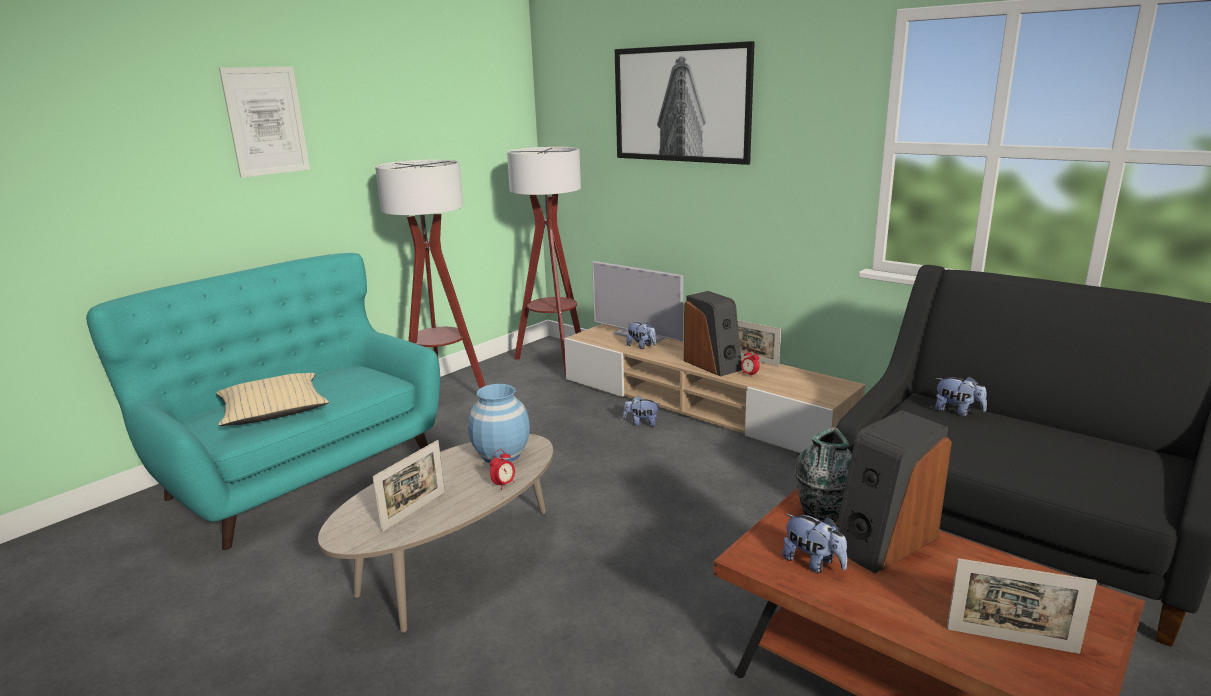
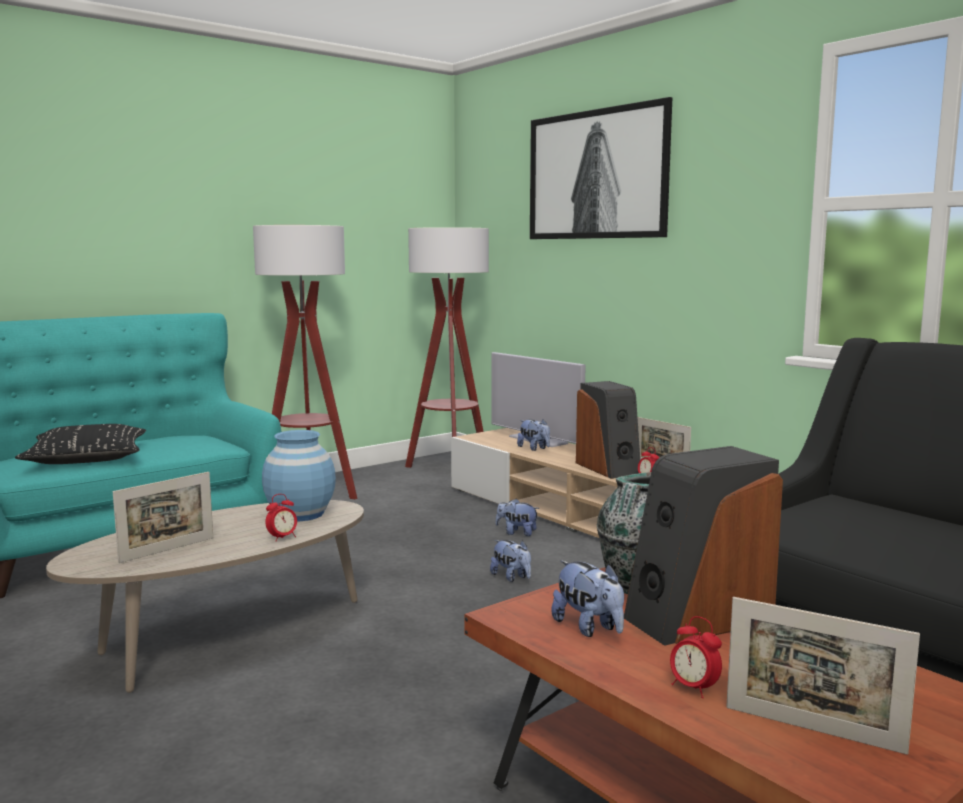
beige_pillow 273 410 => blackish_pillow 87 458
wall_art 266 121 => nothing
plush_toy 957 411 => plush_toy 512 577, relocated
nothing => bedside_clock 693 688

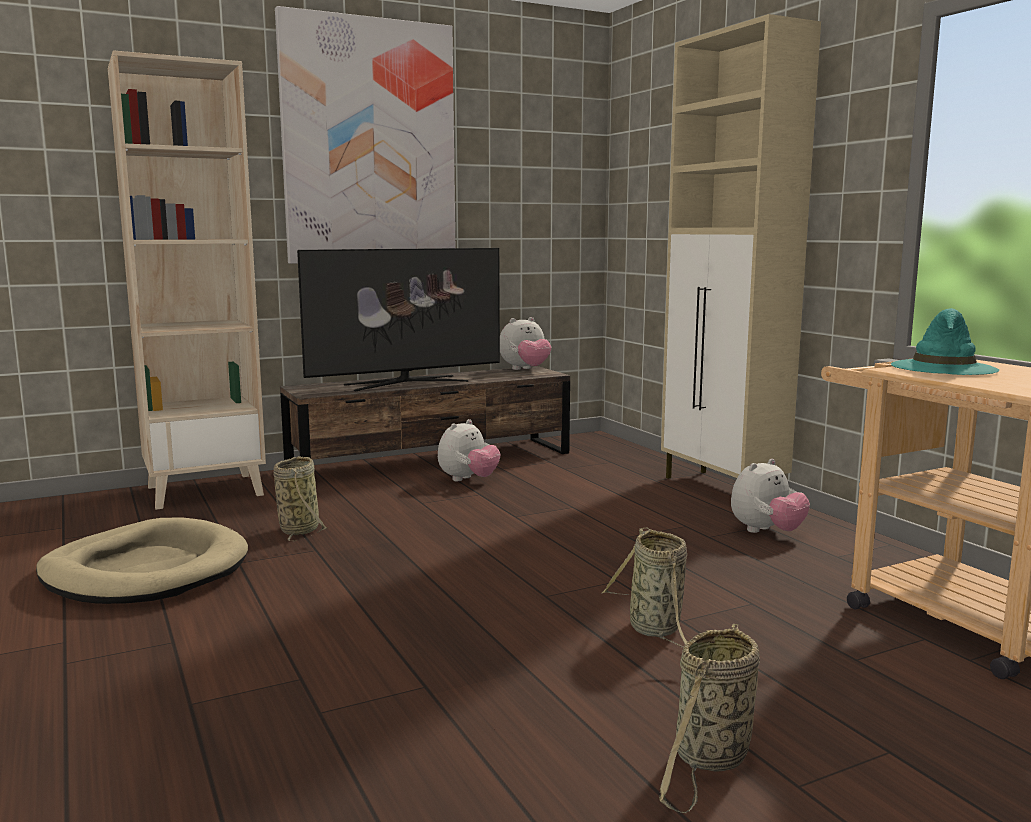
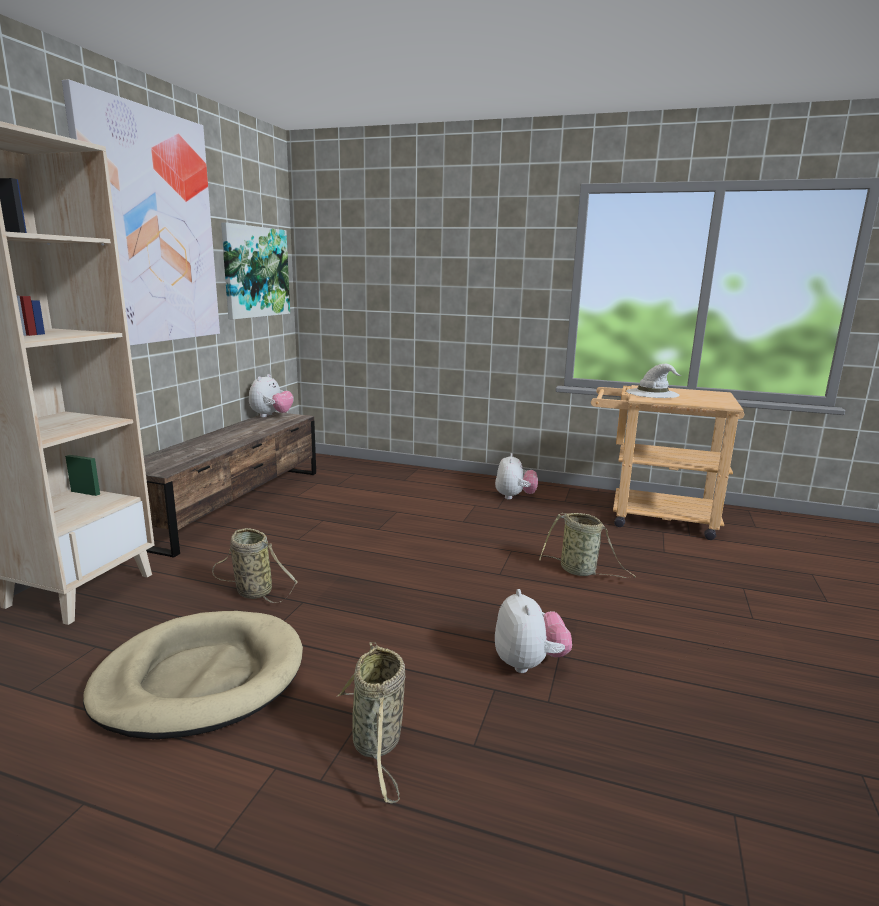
TV_set 405 383 => nothing
plush_toy 468 480 => plush_toy 529 663, relocated
storage_basket 710 760 => storage_basket 377 744, relocated
beige_storage_cabinet 722 489 => nothing
blue-green_wearable_hat 944 367 => white-coloured_wearable_hat 653 393
nothing => wall_art 256 272

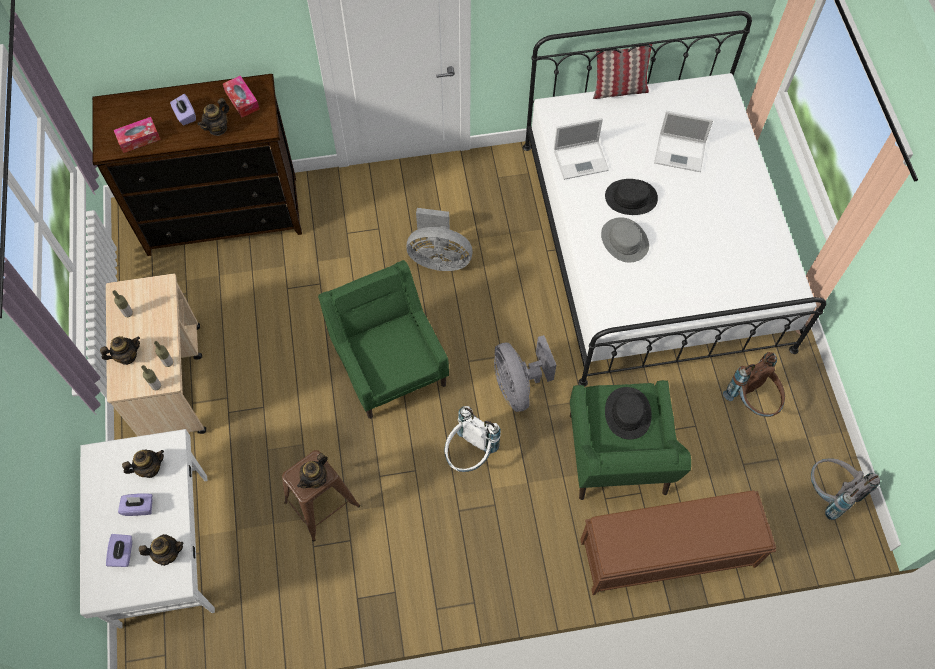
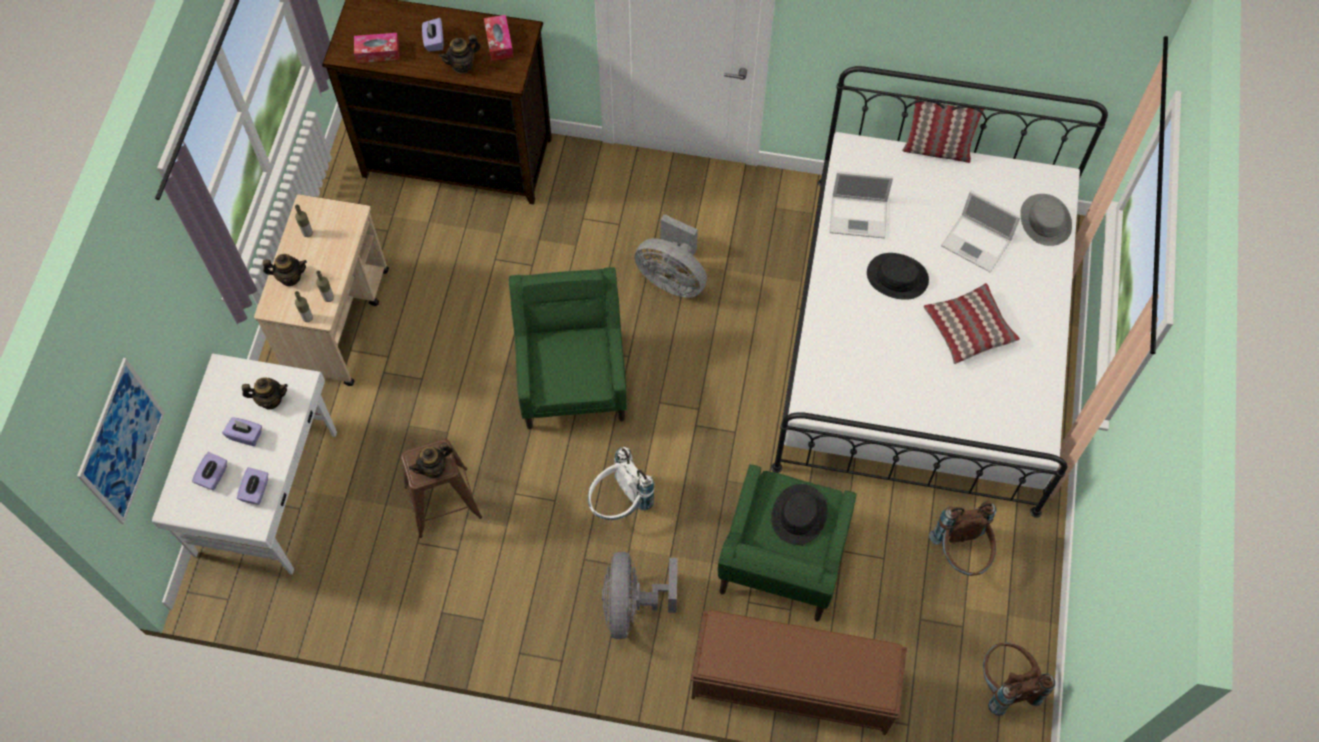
tea_pot 167 553 => purple-coloured_box_of_tissues 256 491
grey_cooling_fan 518 386 => grey_cooling_fan 632 605, relocated
grey_wearable_hat 624 240 => grey_wearable_hat 1045 220, relocated
grey_backpack 828 493 => brown-coloured_backpack 1004 685
nothing => wall_art 122 442
nothing => pillow 968 328

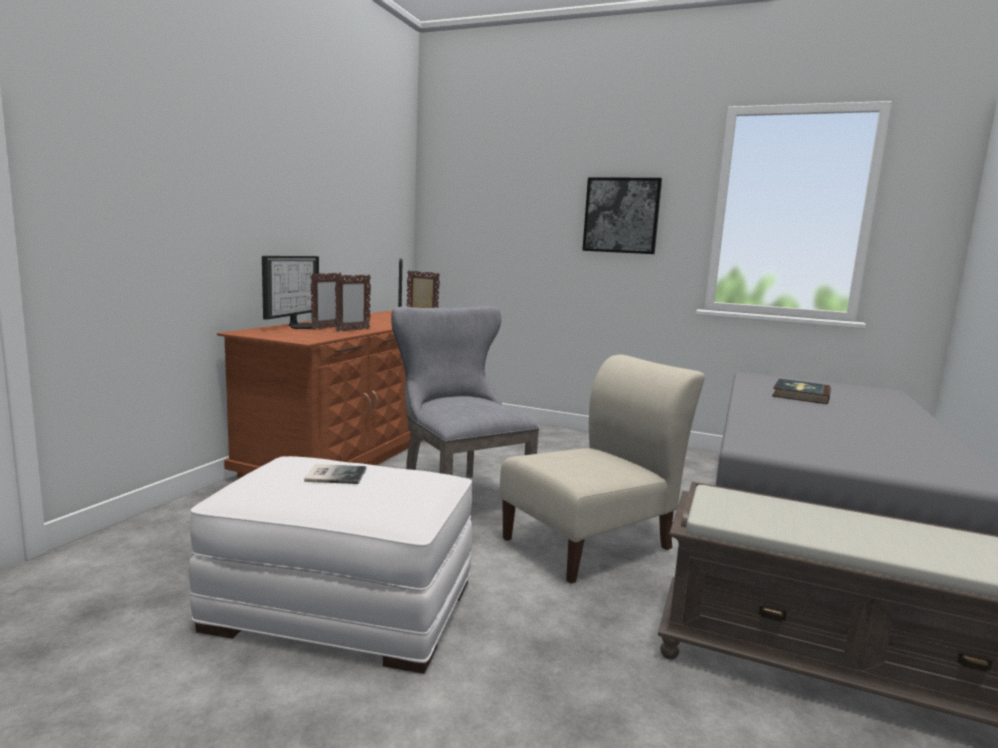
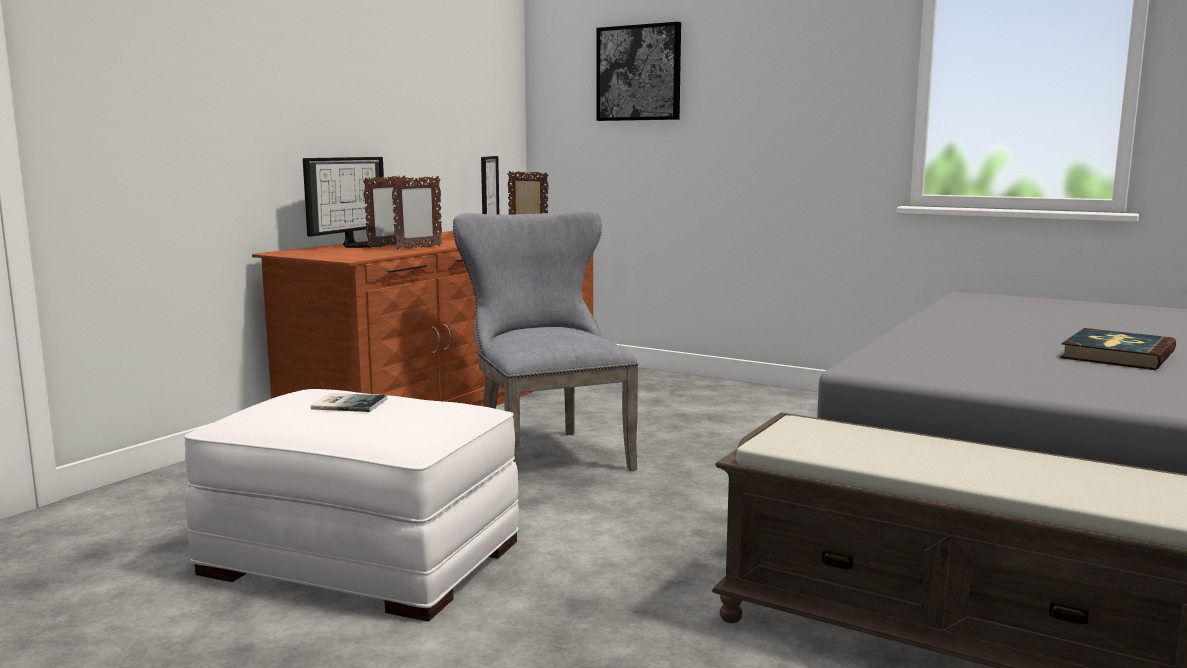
beige_chair 592 542 => nothing
wall_art 621 215 => wall_art 639 73, relocated
volume 800 395 => volume 1116 355, relocated

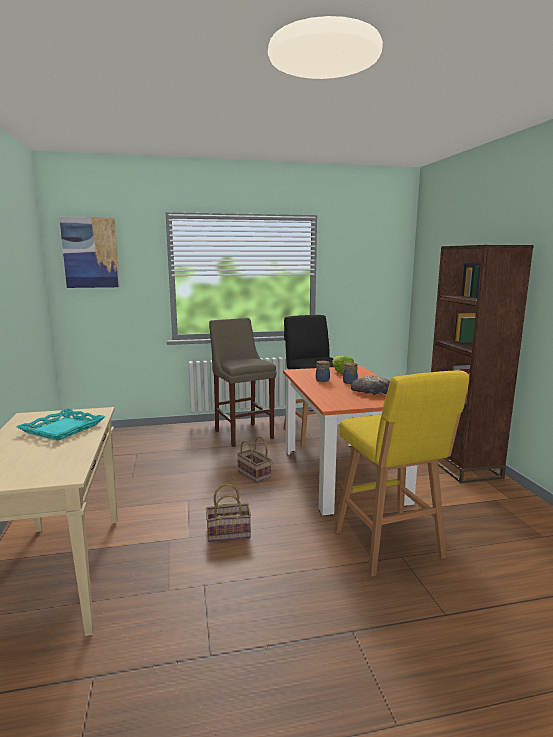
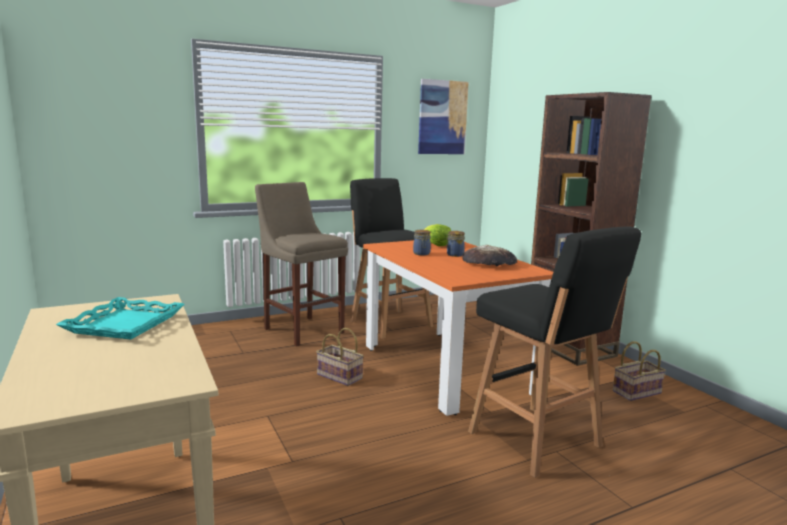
wall_art 90 253 => wall_art 442 117, relocated
storage_basket 229 533 => storage_basket 636 391, relocated
yellowish_stool_seat 389 546 => blackish_stool_seat 537 441

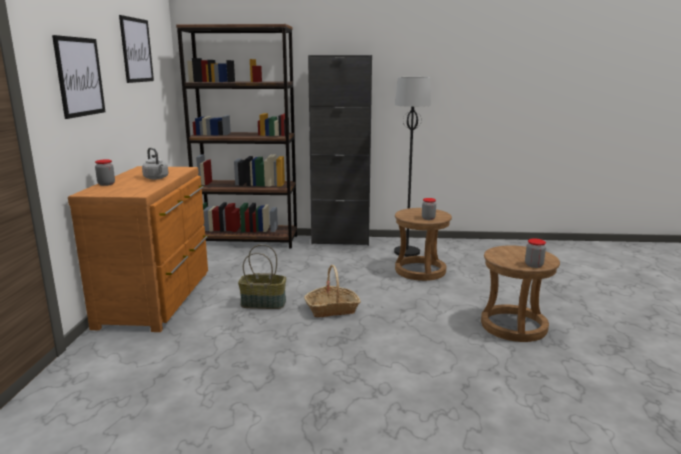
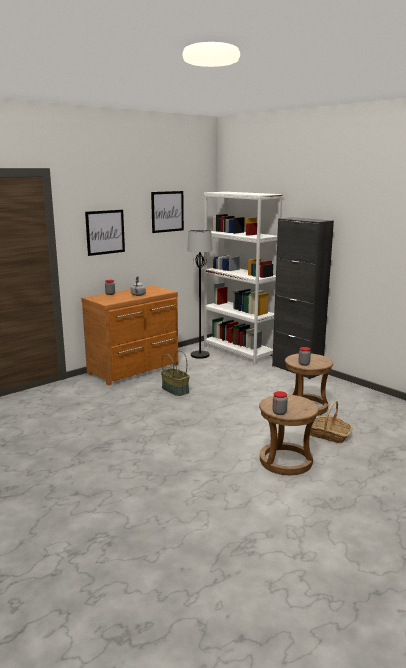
brown-coloured_shelving_unit 248 241 => white-coloured_shelving_unit 238 352
storage_basket 332 309 => storage_basket 329 435, relocated
blackish_standing_lamp 407 252 => blackish_standing_lamp 200 355, relocated

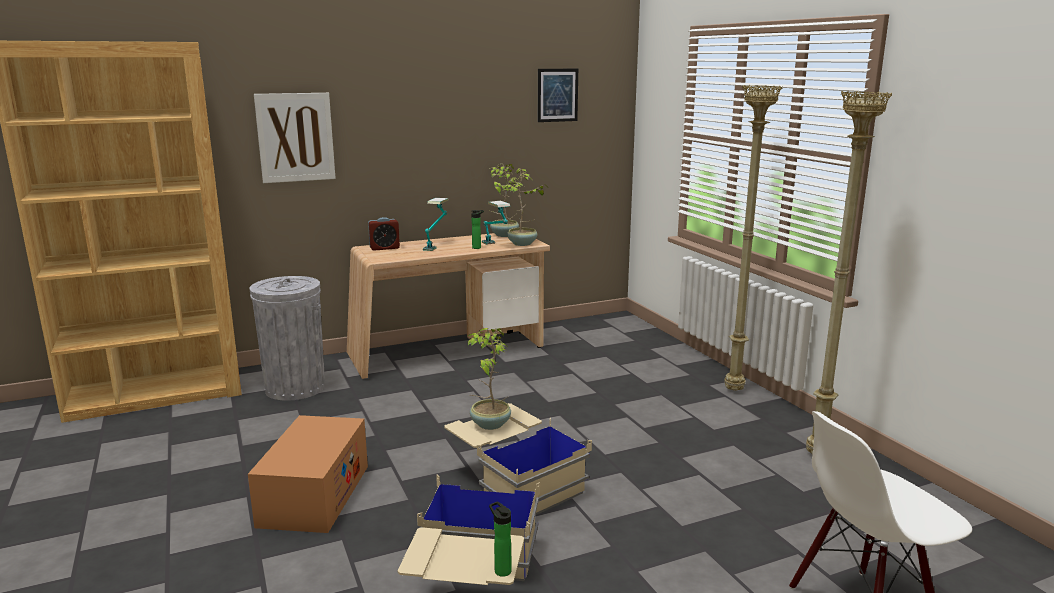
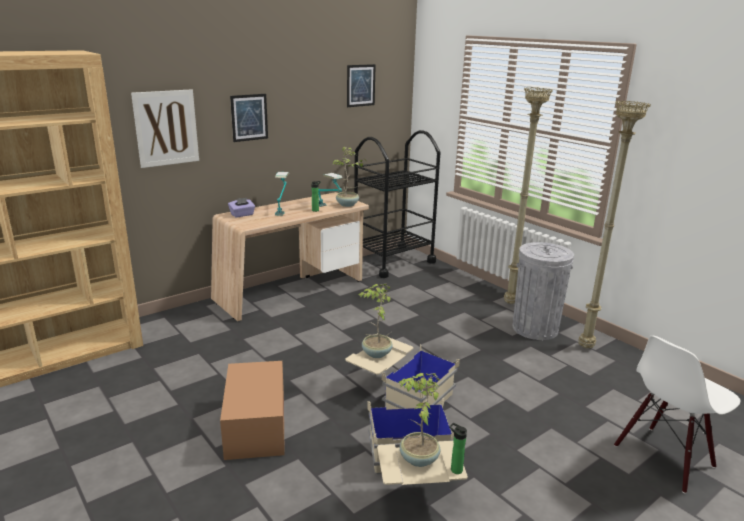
grey_rubbish_bin 295 388 => grey_rubbish_bin 535 328, relocated
bedside_clock 384 248 => purple-coloured_box_of_tissues 242 215
potted_plant 503 235 => potted_plant 418 459, relocated
nothing => wall_art 249 117
nothing => blackish_trolley 393 261

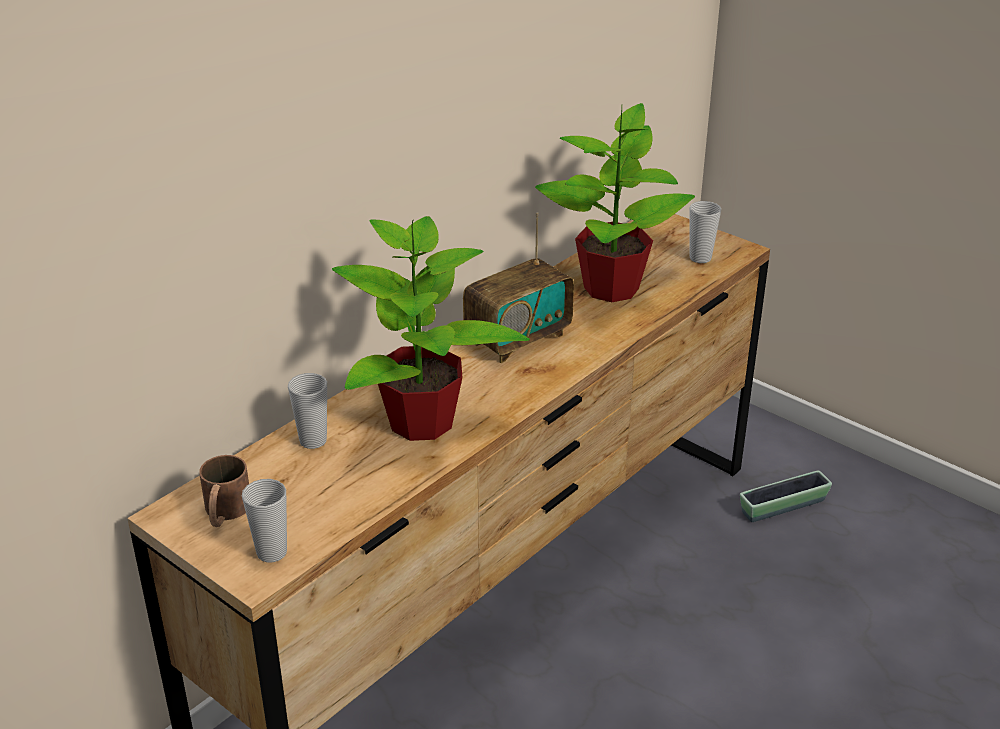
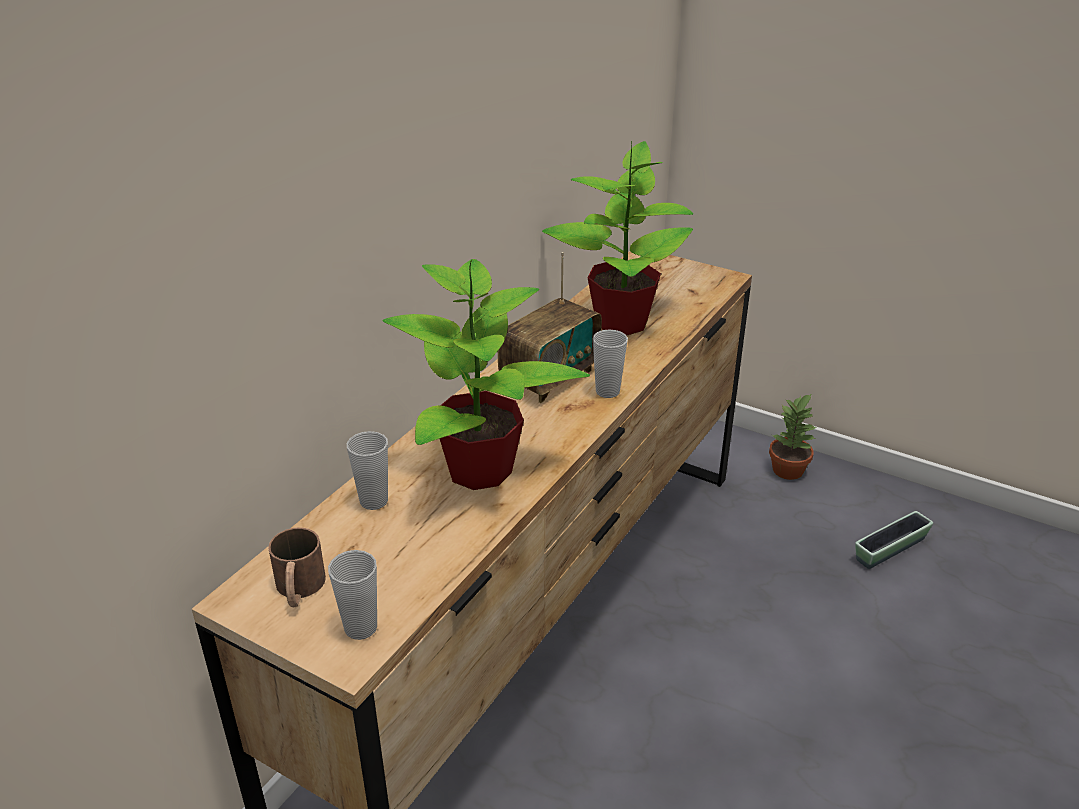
cup 700 258 => cup 607 391, relocated
flower_pot 783 507 => flower_pot 890 549, relocated
nothing => potted_plant 788 470

